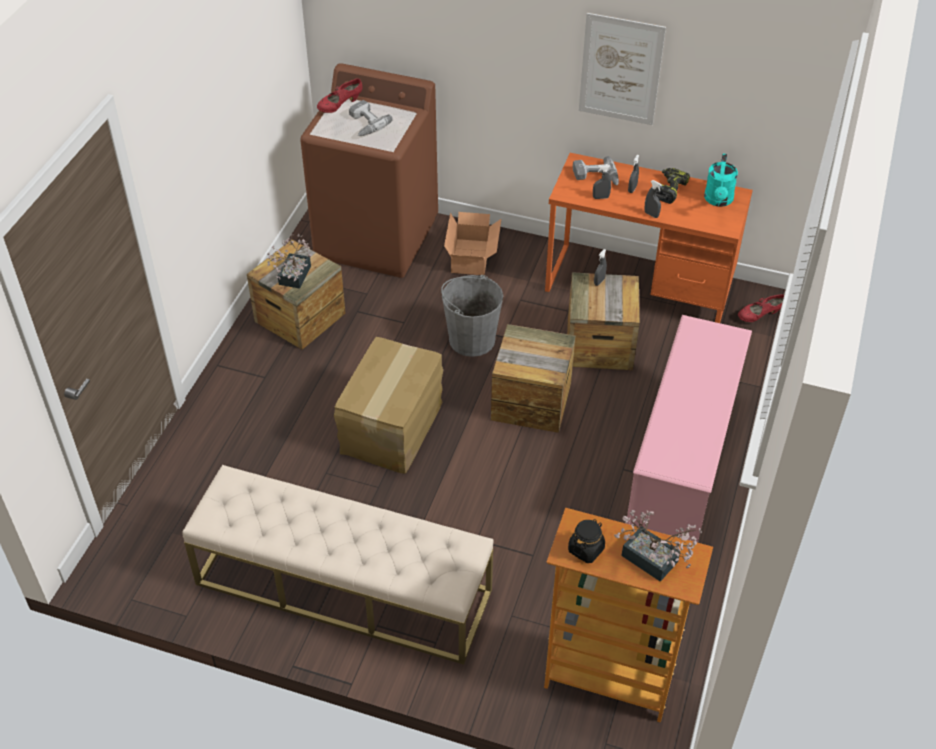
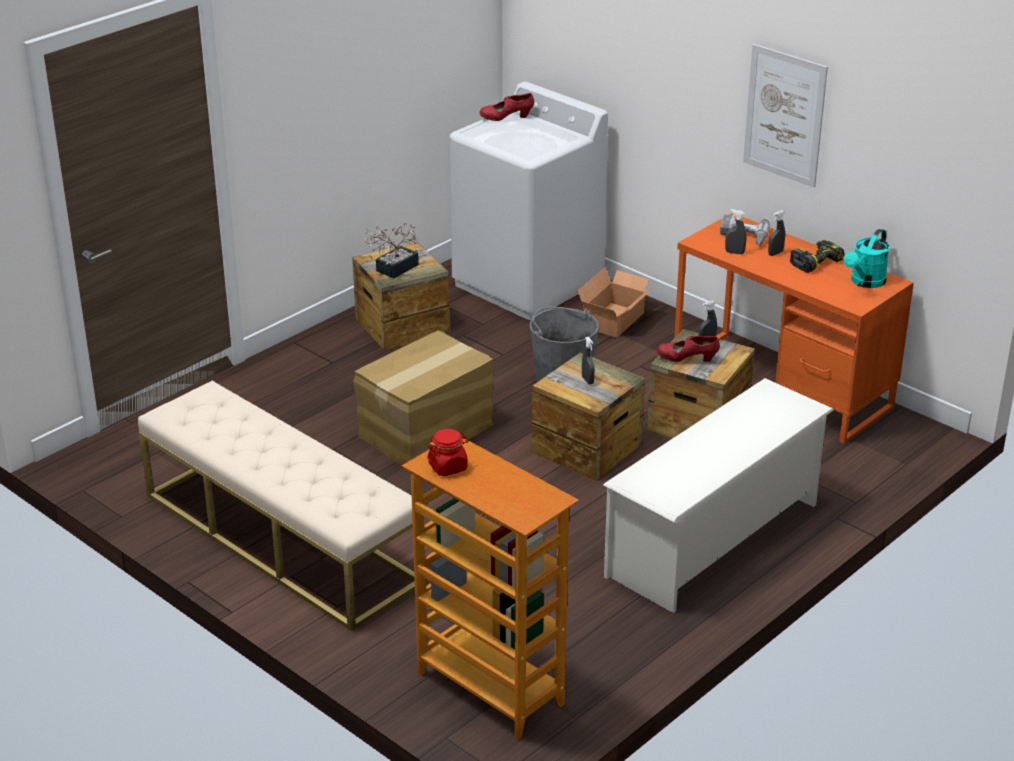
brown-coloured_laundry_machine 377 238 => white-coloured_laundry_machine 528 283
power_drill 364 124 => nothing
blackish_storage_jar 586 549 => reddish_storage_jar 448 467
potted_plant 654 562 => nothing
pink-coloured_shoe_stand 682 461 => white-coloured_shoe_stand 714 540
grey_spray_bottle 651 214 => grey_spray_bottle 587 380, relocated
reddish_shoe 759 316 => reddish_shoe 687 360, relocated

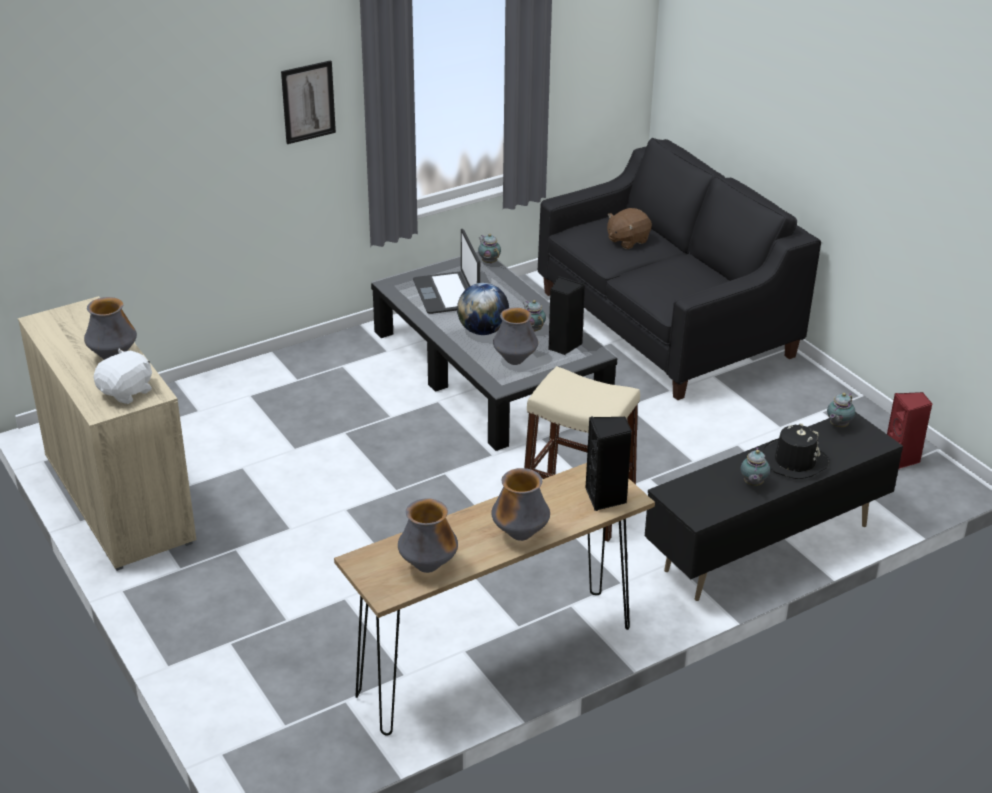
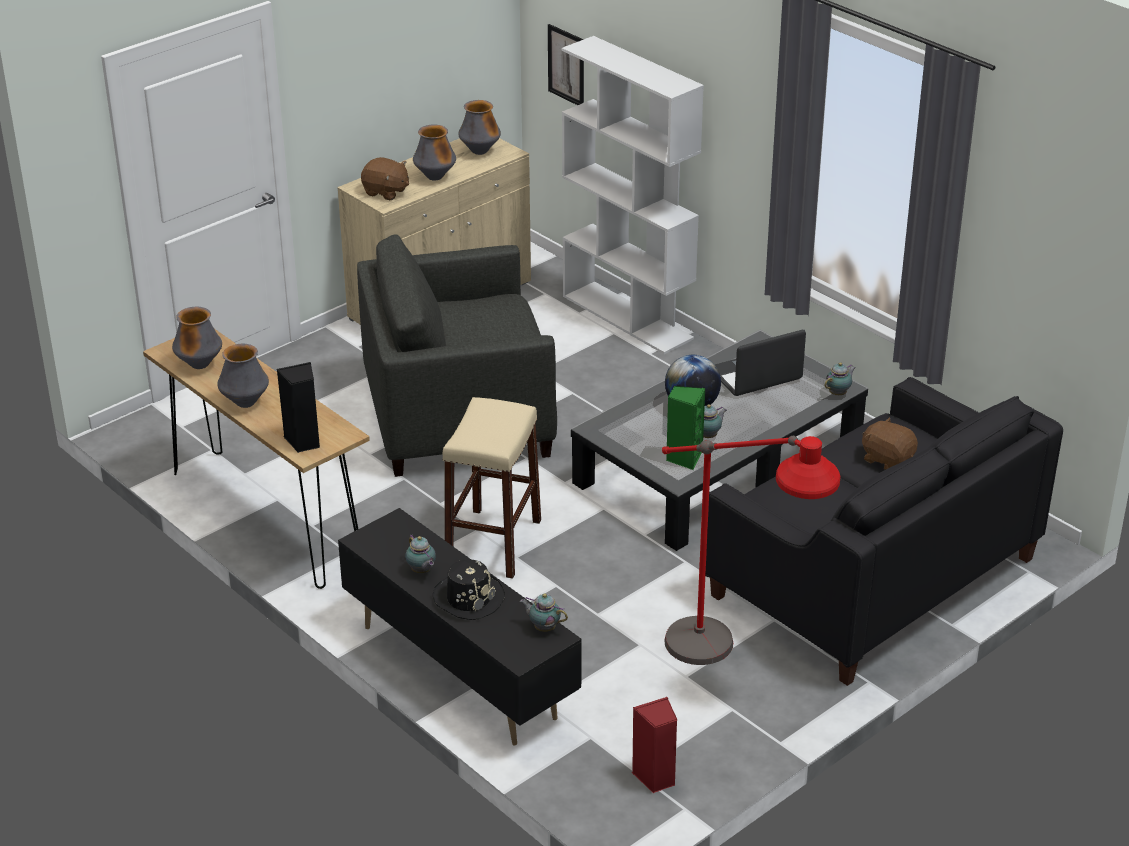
white-coloured_plush_toy 127 392 => brown-coloured_plush_toy 386 192
wall_art 308 102 => wall_art 566 65, relocated
vase 515 360 => vase 480 151, relocated
blackish_speaker 563 346 => green-coloured_speaker 684 458
tea_pot 753 484 => tea_pot 421 571, 120 degrees counterclockwise
nothing => grey_easy_chair 458 415
nothing => white-coloured_shelving_unit 628 317
nothing => reddish_standing_lamp 734 666

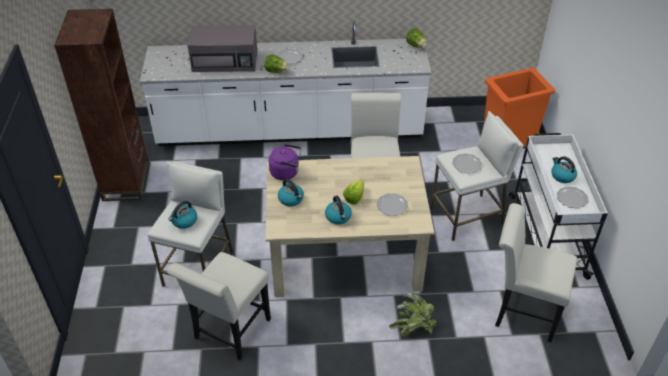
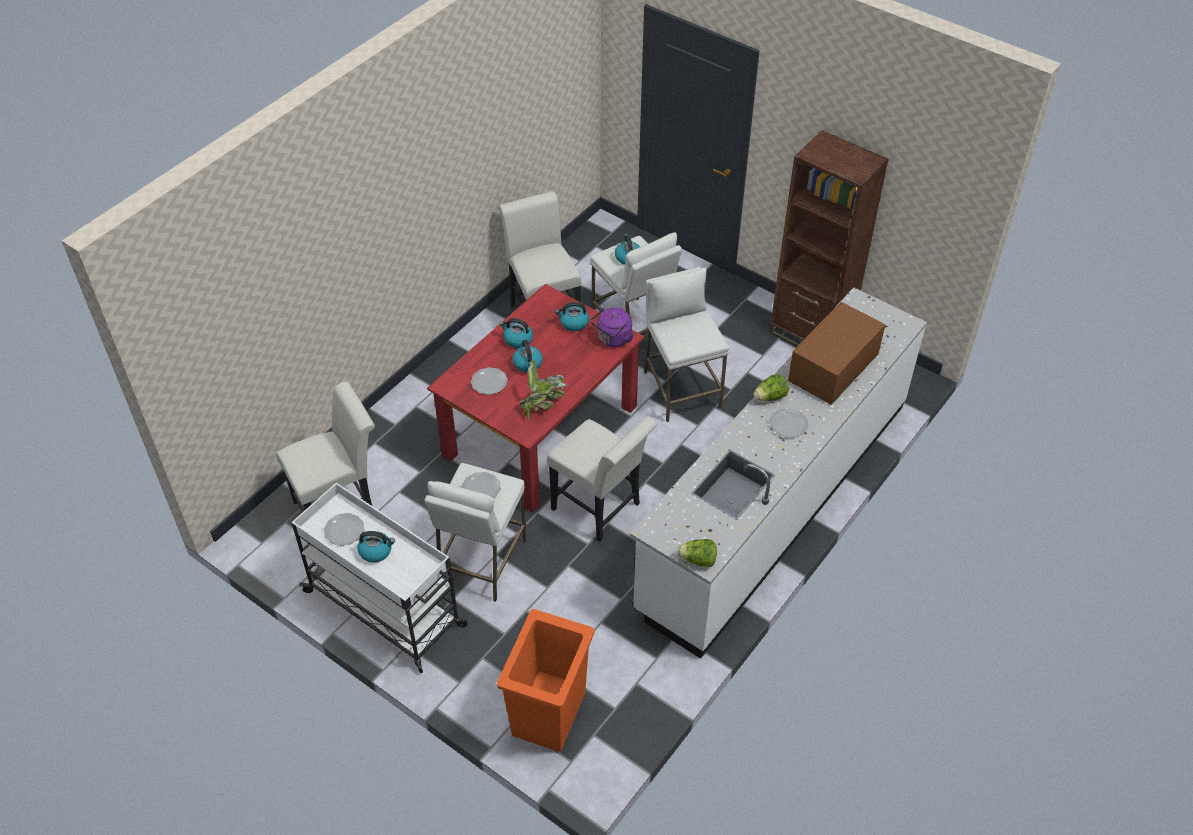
grey_microwave 226 61 => brown-coloured_microwave 832 368
beige_dining_table 346 255 => reddish_dining_table 541 432
lettuce_head 354 198 => kettle 528 364
potted_plant 413 327 => potted_plant 543 404, relocated
nothing => white-coloured_stool_seat 681 389

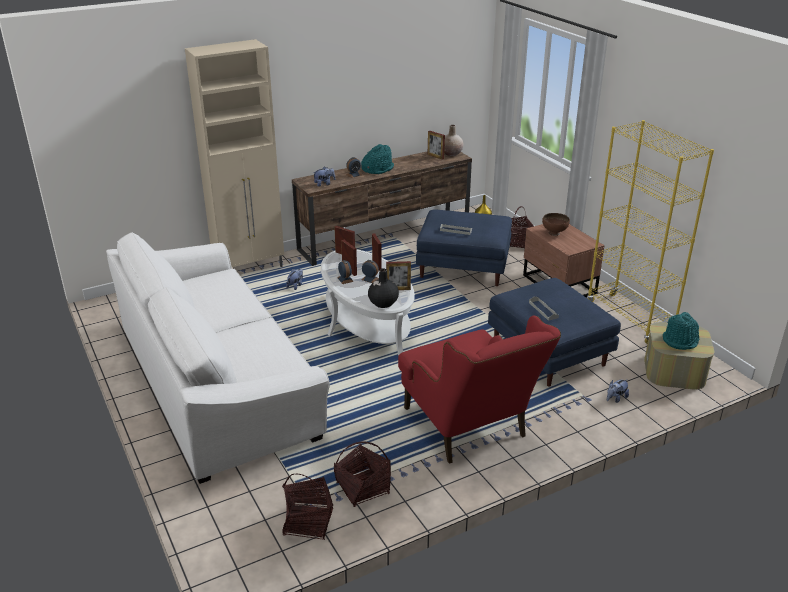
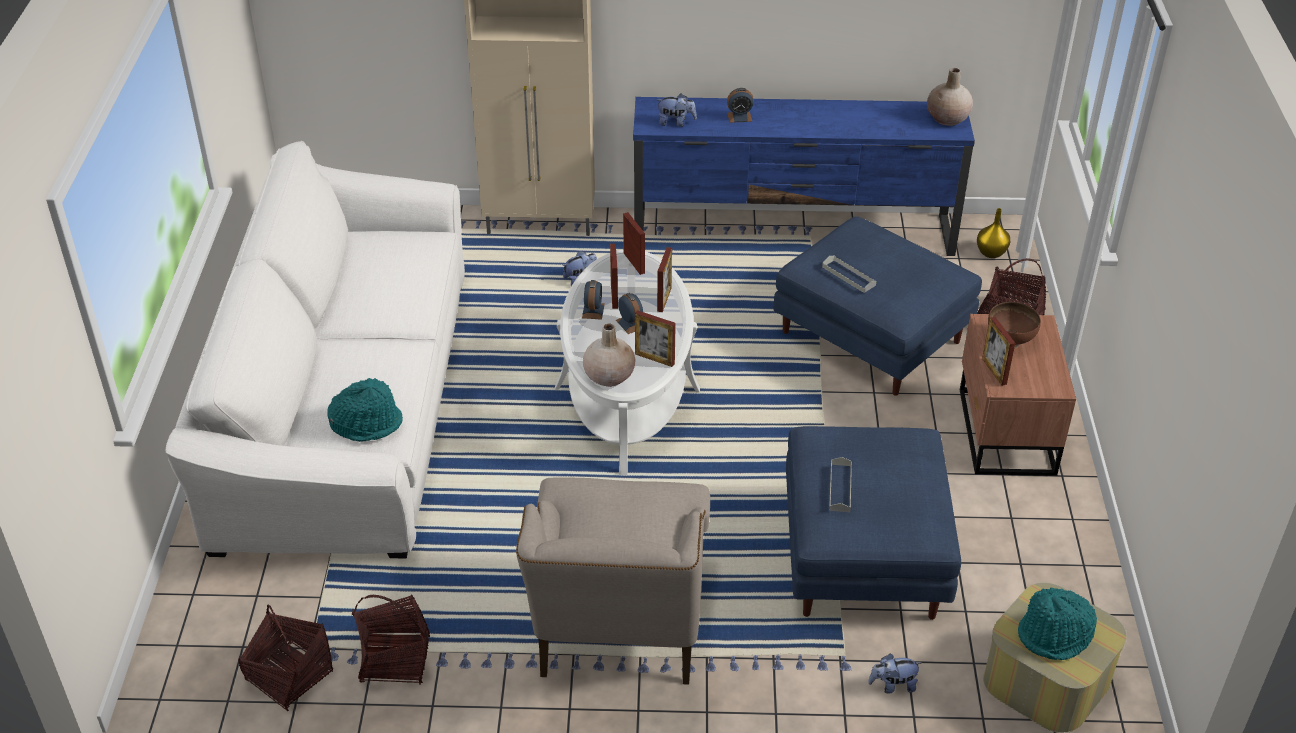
brown-coloured_tv_stand 385 237 => blue_tv_stand 794 233
blue-green_wearable_hat 377 169 => blue-green_wearable_hat 367 423, relocated
blackish_vase 383 303 => beige_vase 609 376
reddish_easy_chair 470 430 => beige_easy_chair 618 637
picture_frame 435 156 => picture_frame 994 371, relocated
yellowish_shelving_unit 629 318 => nothing

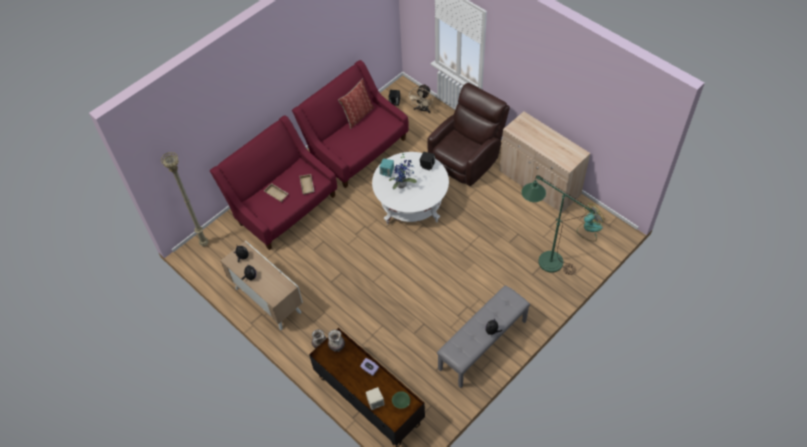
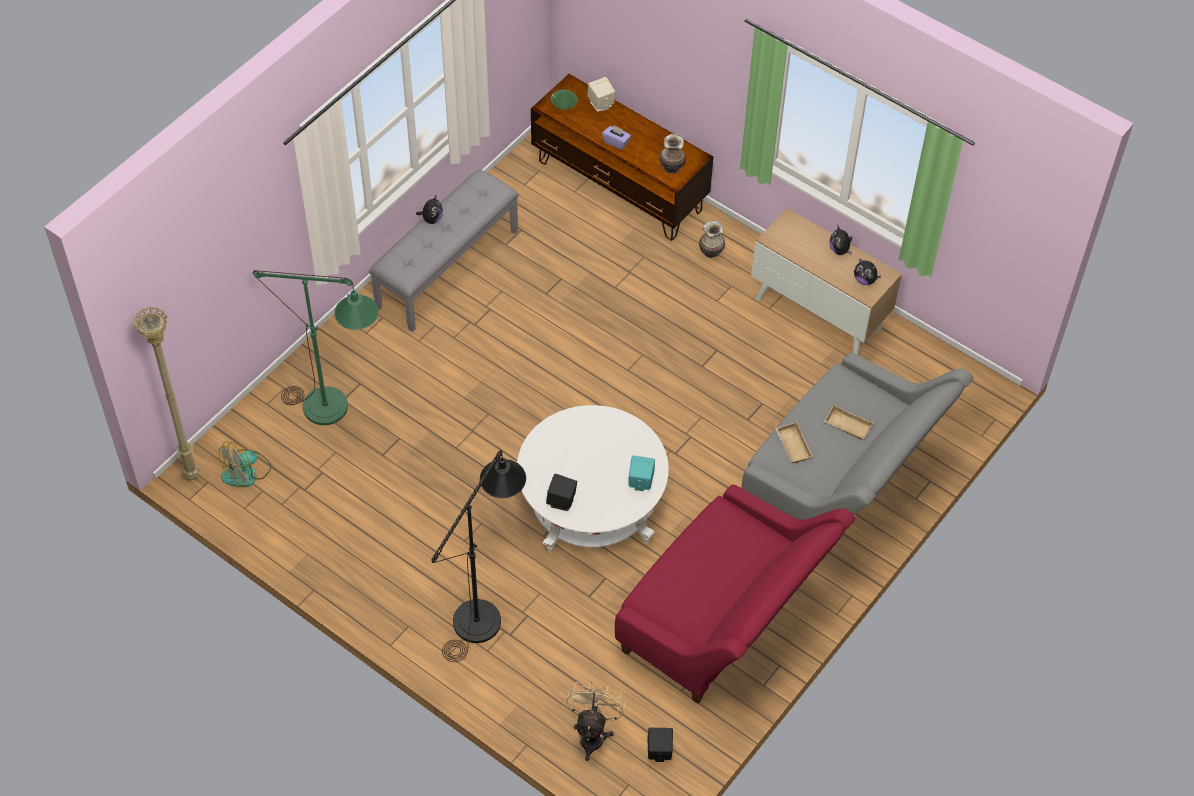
beige_standing_lamp 204 243 => beige_standing_lamp 193 476, relocated
reddish_settee 283 206 => grey_settee 843 482
pillow 358 115 => nothing
potted_plant 403 184 => nothing
brown-coloured_easy_chair 466 158 => blackish_standing_lamp 485 611
beige_storage_cabinet 539 183 => nothing

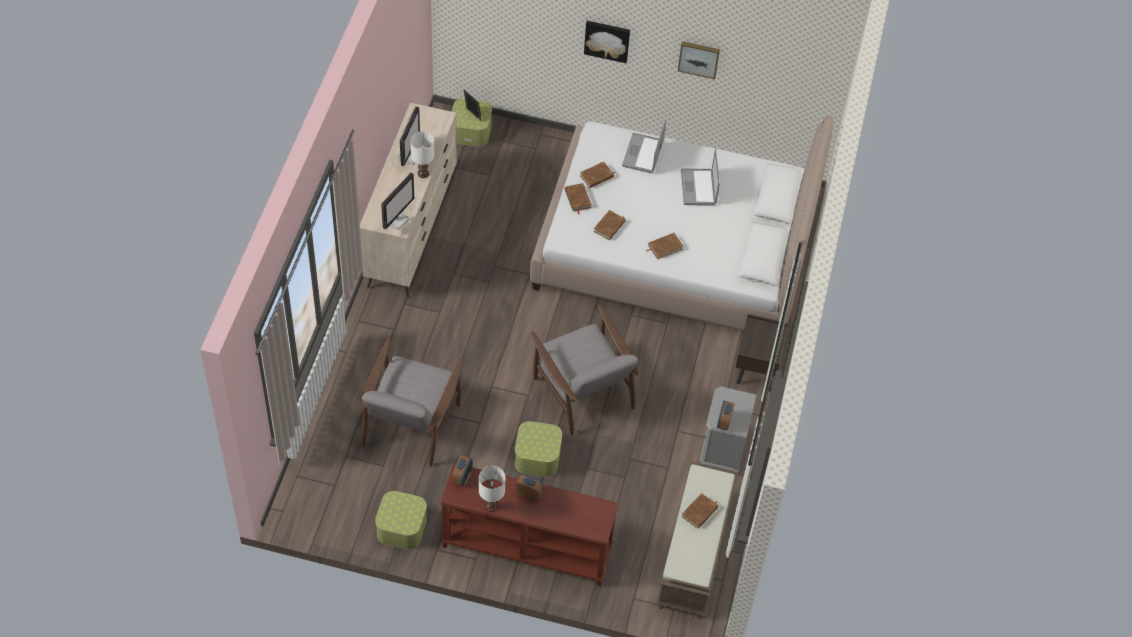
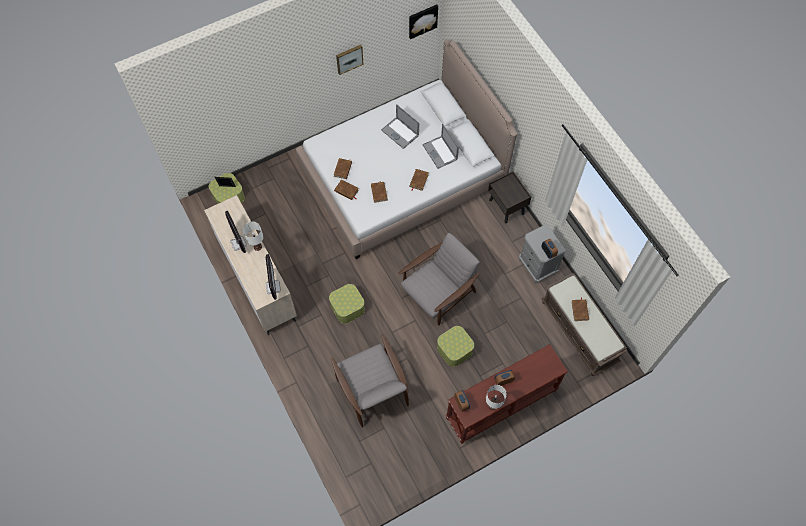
storage_container 402 527 => storage_container 347 307, relocated
grey_easy_chair 583 390 => grey_easy_chair 438 293, 60 degrees counterclockwise
wall_art 607 40 => wall_art 422 20, relocated
portable_computer 643 153 => portable_computer 440 152, relocated

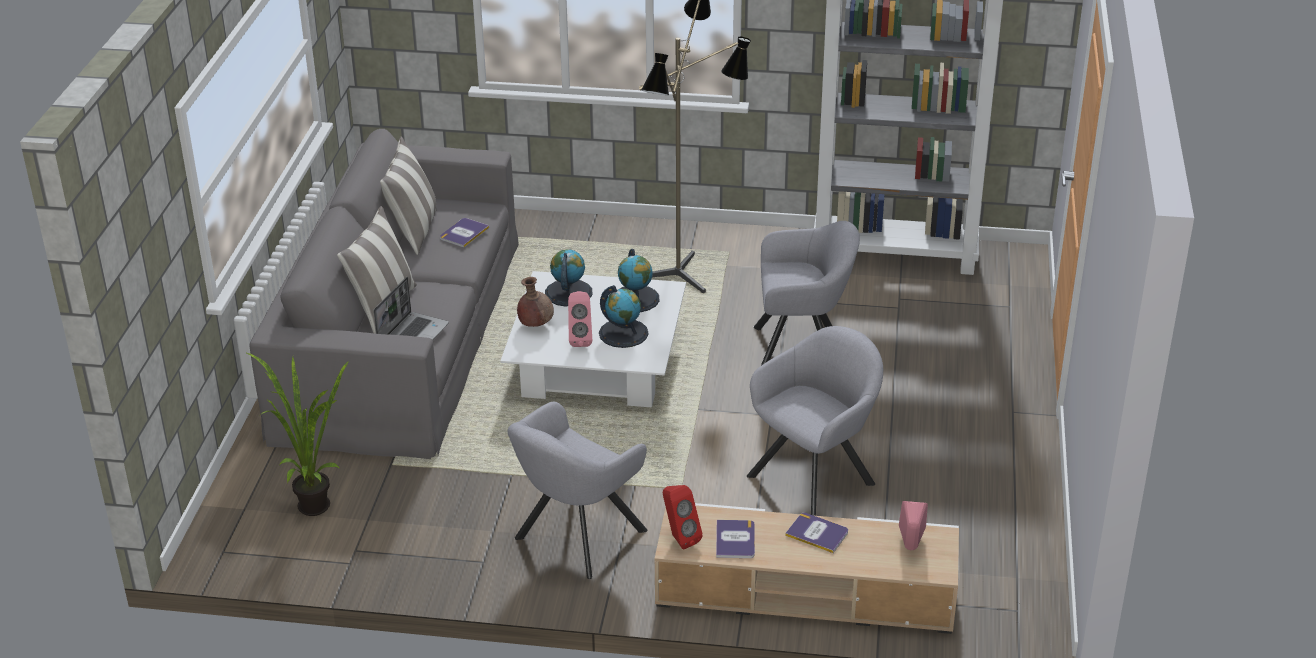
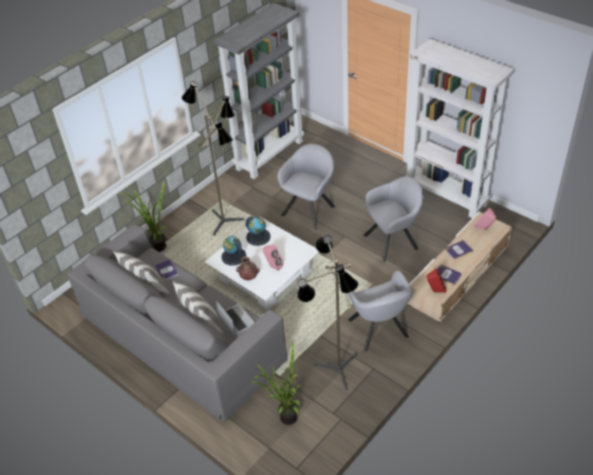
globe 623 333 => nothing
grey_easy_chair 816 477 => grey_easy_chair 393 241, 75 degrees clockwise
nothing => potted_plant 156 246
nothing => standing_lamp 334 371
nothing => white-coloured_shelving_unit 447 195

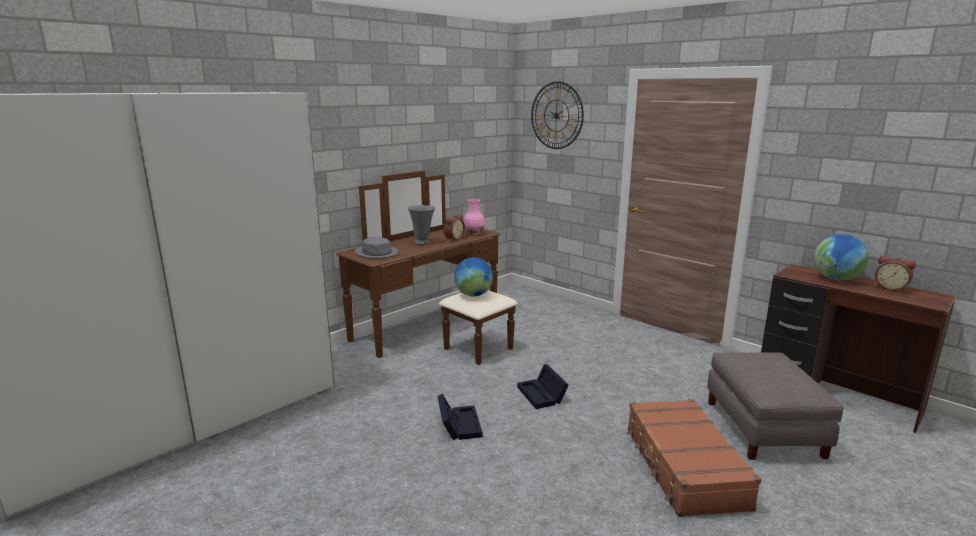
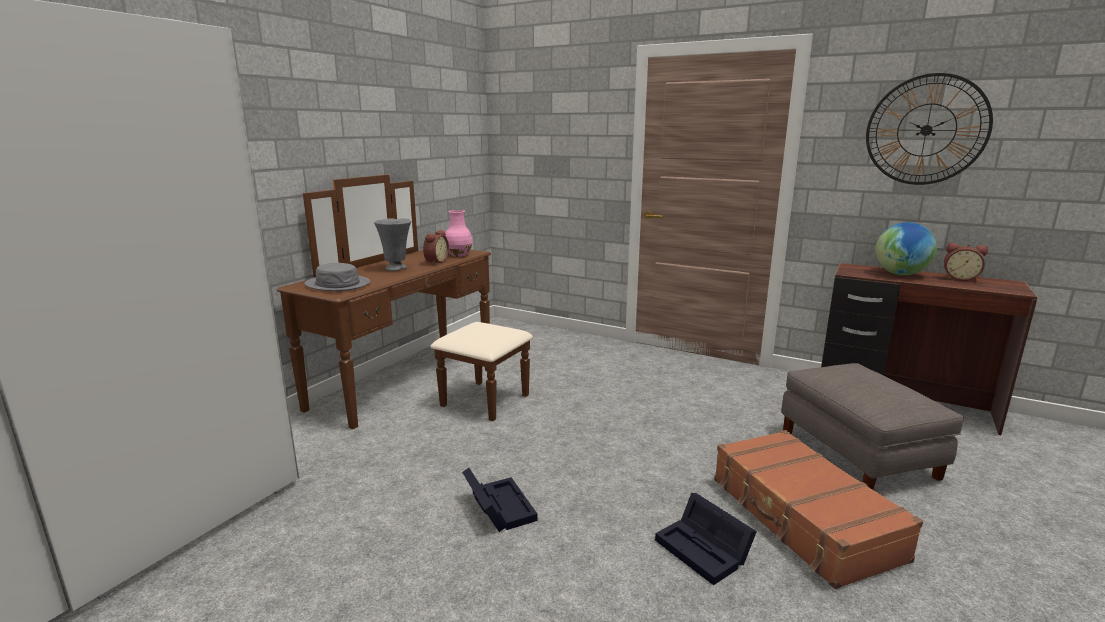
globe 473 295 => nothing
blackish_storage_container 542 395 => blackish_storage_container 705 550, relocated
clock_on_the_wall 556 115 => clock_on_the_wall 926 130, relocated

